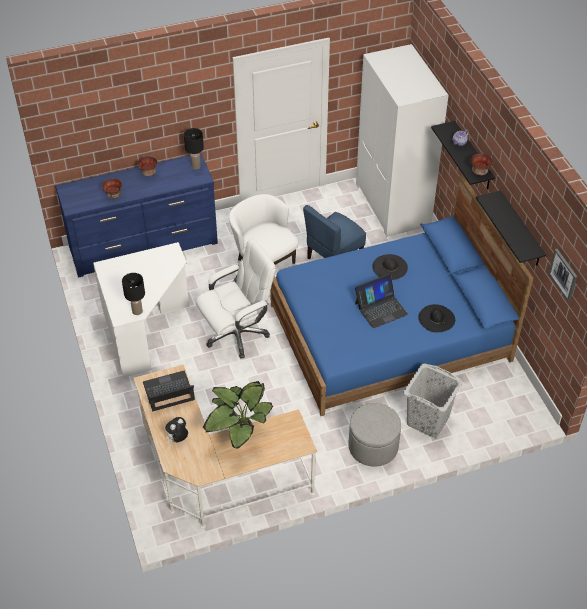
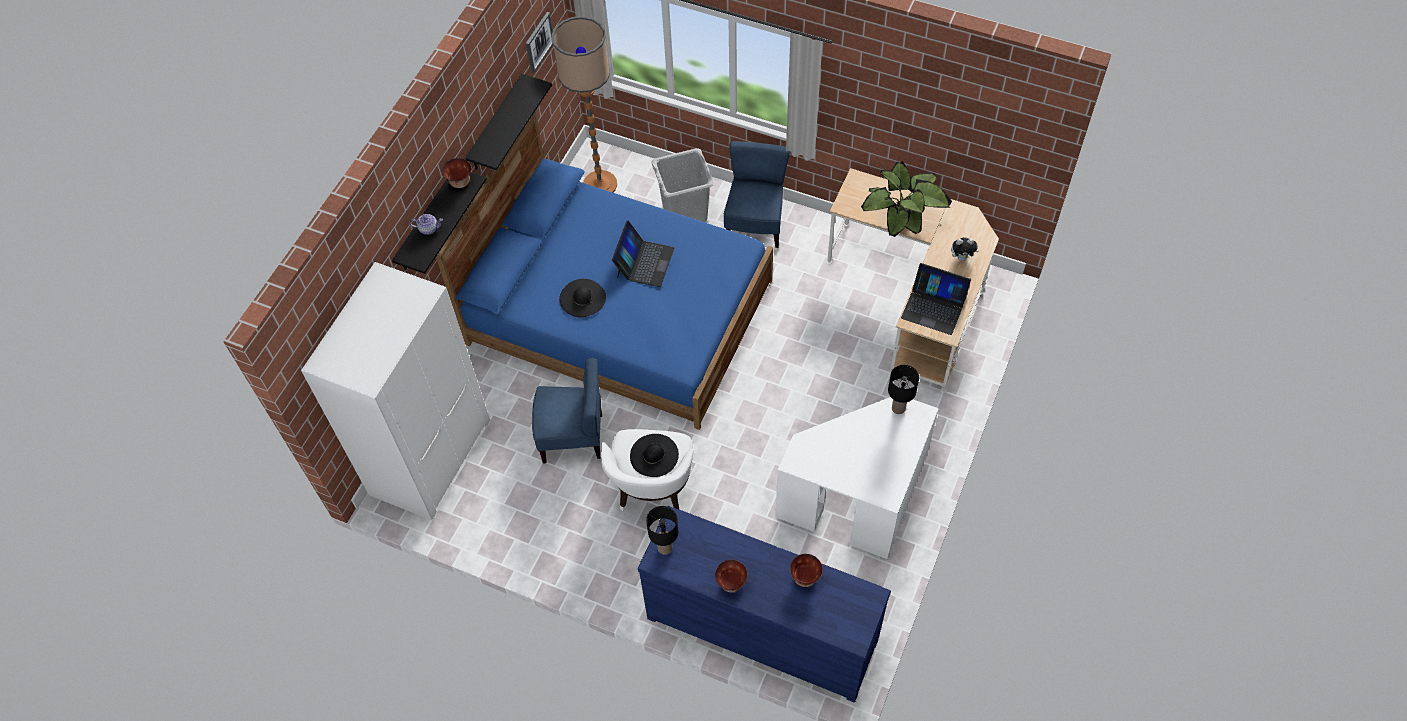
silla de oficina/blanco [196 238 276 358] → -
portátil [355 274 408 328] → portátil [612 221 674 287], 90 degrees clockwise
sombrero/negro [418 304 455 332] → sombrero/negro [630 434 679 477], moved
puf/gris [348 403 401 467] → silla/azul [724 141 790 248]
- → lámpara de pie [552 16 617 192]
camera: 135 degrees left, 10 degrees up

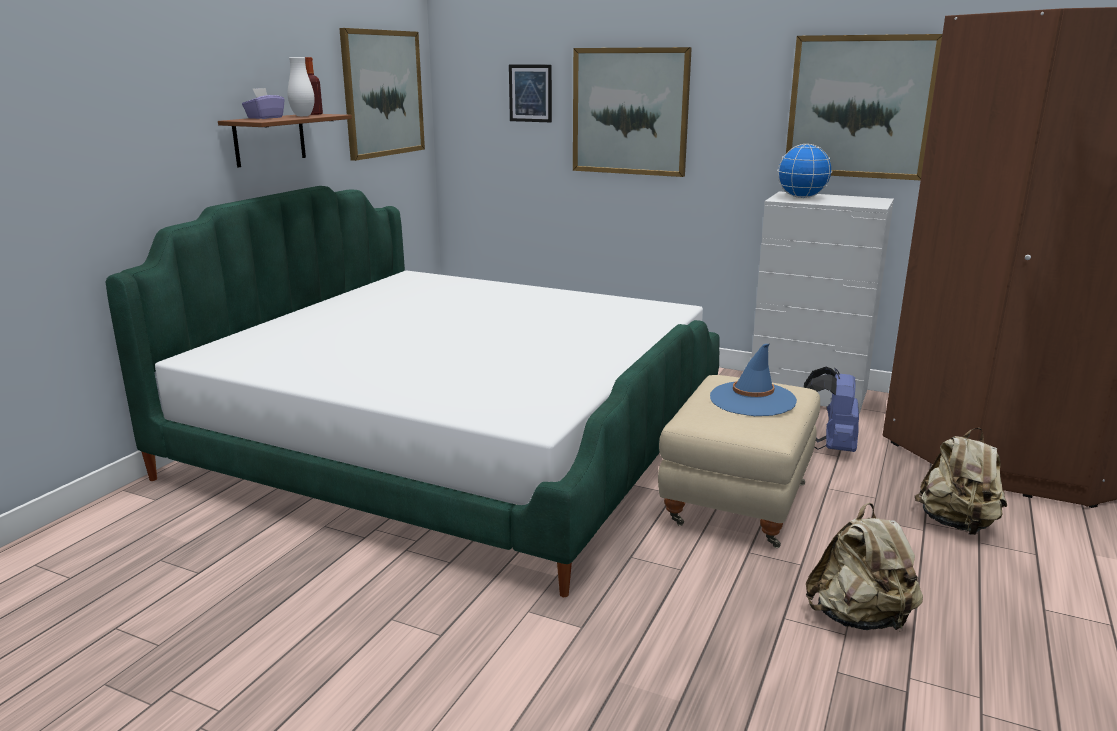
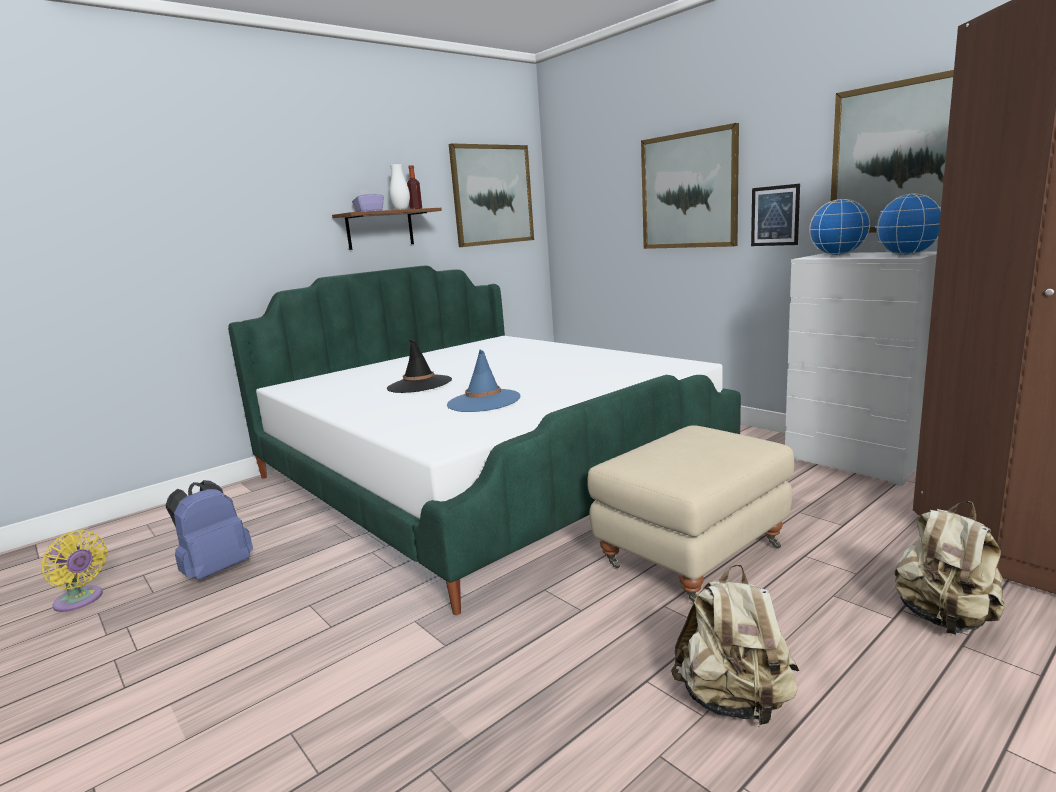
cuadro [509 65 552 122] → cuadro [751 184 800 246], moved
sombrero/azul [710 344 797 416] → sombrero/azul [447 350 520 412], moved
mochila/azul [804 367 859 452] → mochila/azul [166 480 253 580], moved
- → globo terráqueo [875 193 941 256]
- → sombrero/negro [387 339 452 393]
- → ventilador/amarillo [41 530 107 612]
camera: 25 degrees right, 5 degrees down

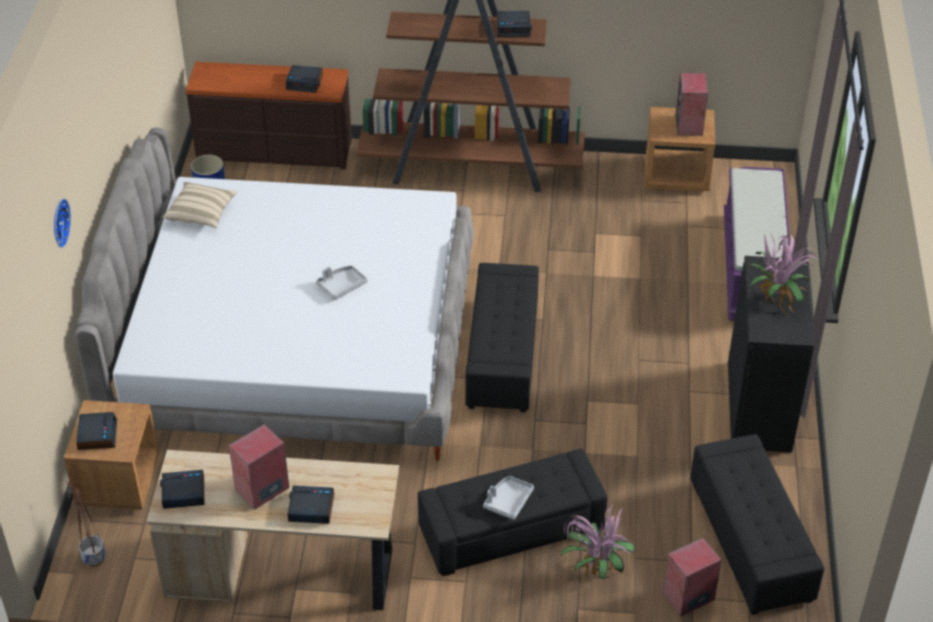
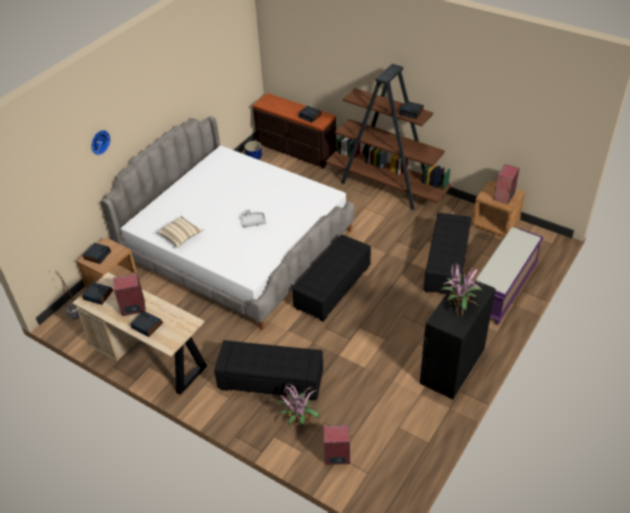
cojín/beis [163 182 238 228] → cojín/beis [156 216 204 248], moved
puf/negro [690 434 824 615] → puf/negro [424 213 471 294], moved
bandeja/gris [483 476 534 520] → -
camera: 30 degrees right, 0 degrees up

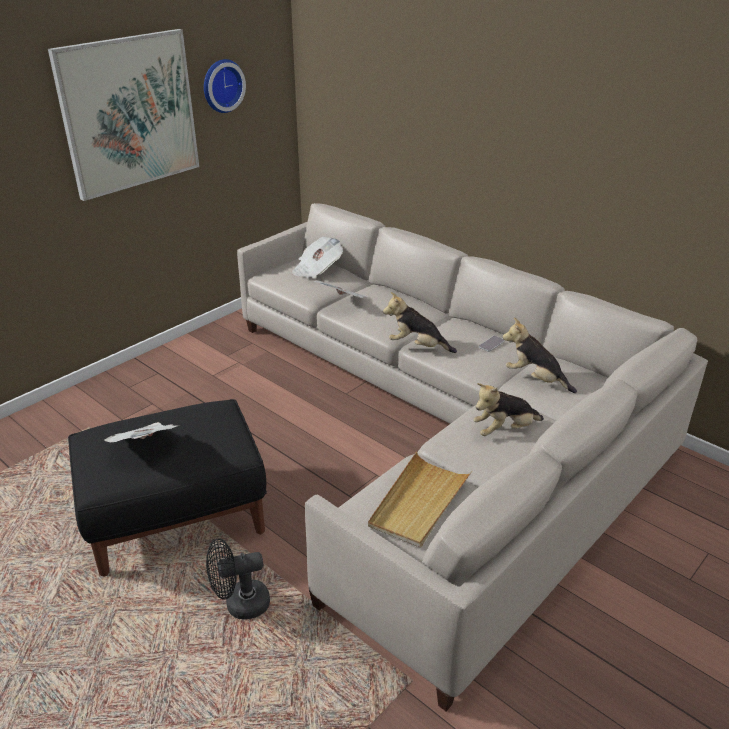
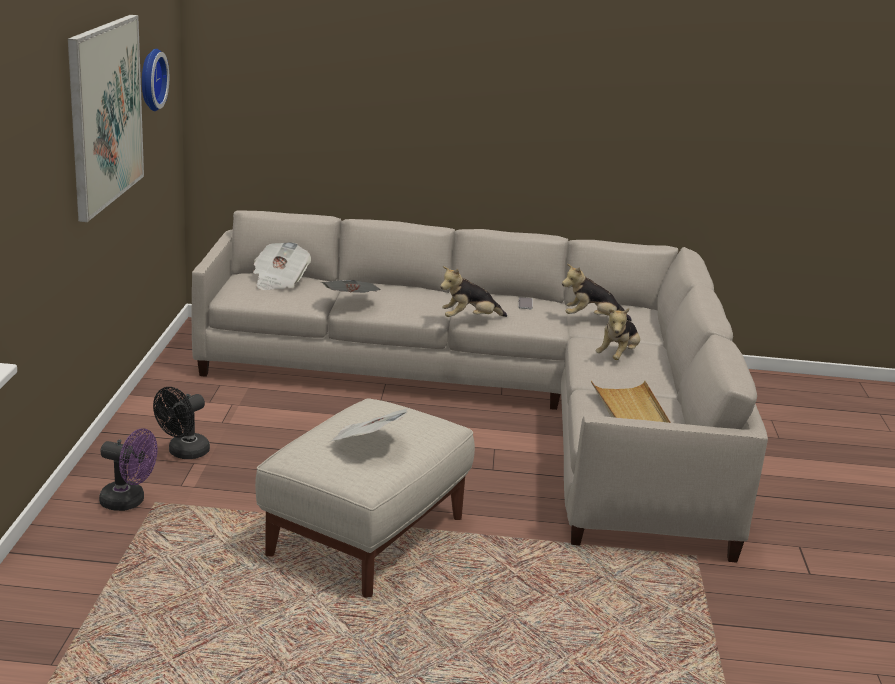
puf/negro [68 399 267 577] → puf/beis [255 398 475 598]
ventilador/negro [206 539 270 619] → ventilador/negro [153 387 210 459], moved
- → ventilador/morado [99 428 158 511]
camera: 40 degrees left, 10 degrees down

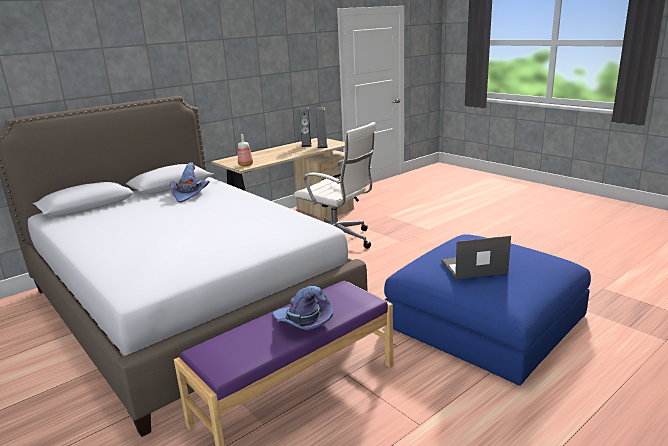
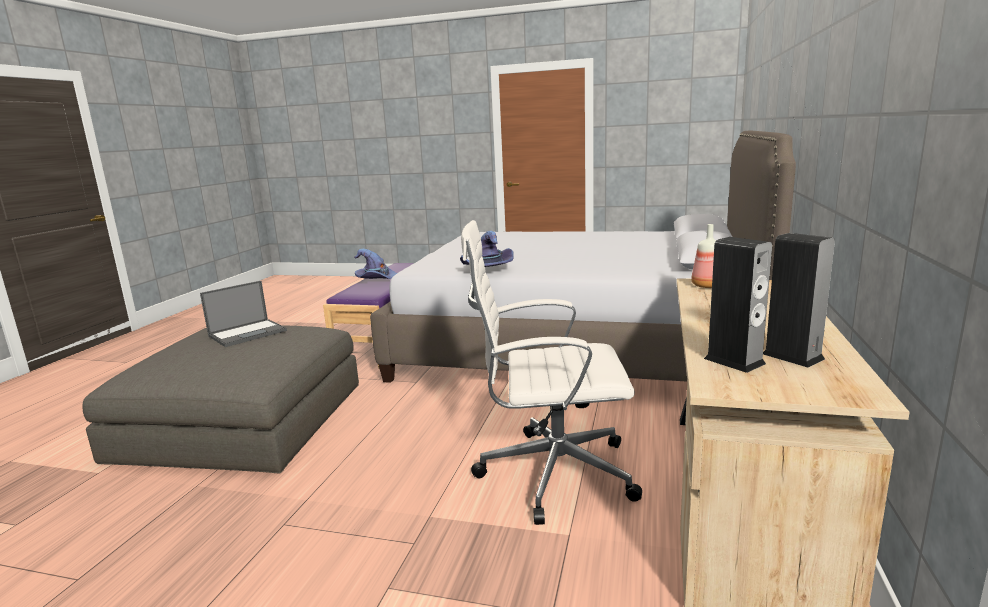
sombrero/morado [170 162 210 203] → sombrero/morado [460 231 514 267], moved
puf/azul [384 234 591 386] → puf/gris [83 325 359 474]
camera: 145 degrees right, 5 degrees down

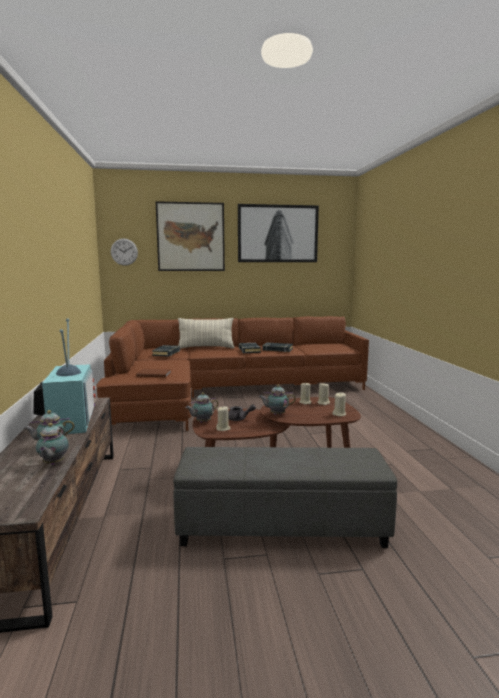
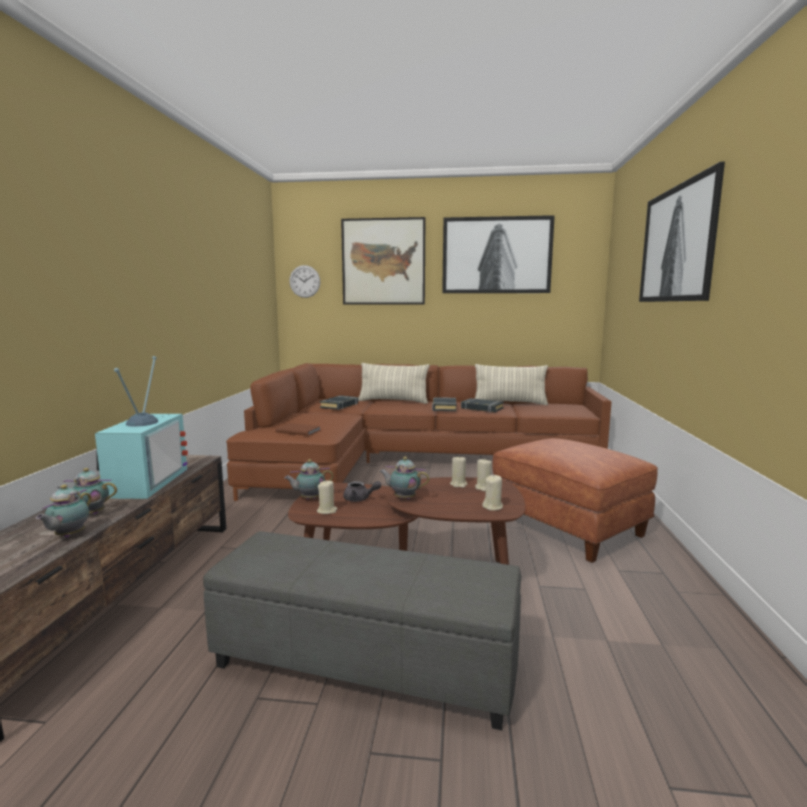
- → cuadro [639 162 725 302]
- → cojín [474 364 548 405]
- → puf/marrón [492 438 658 563]
camera: 15 degrees right, 0 degrees up

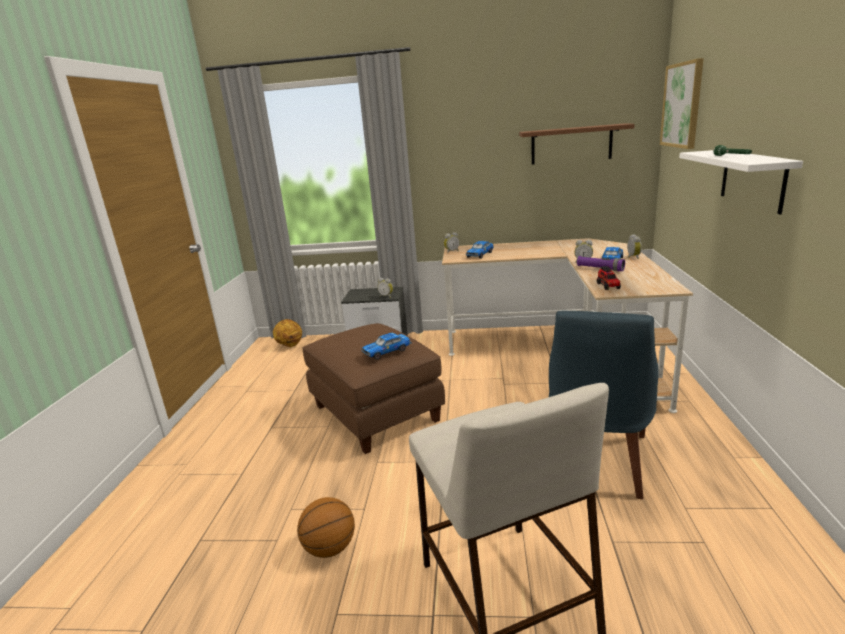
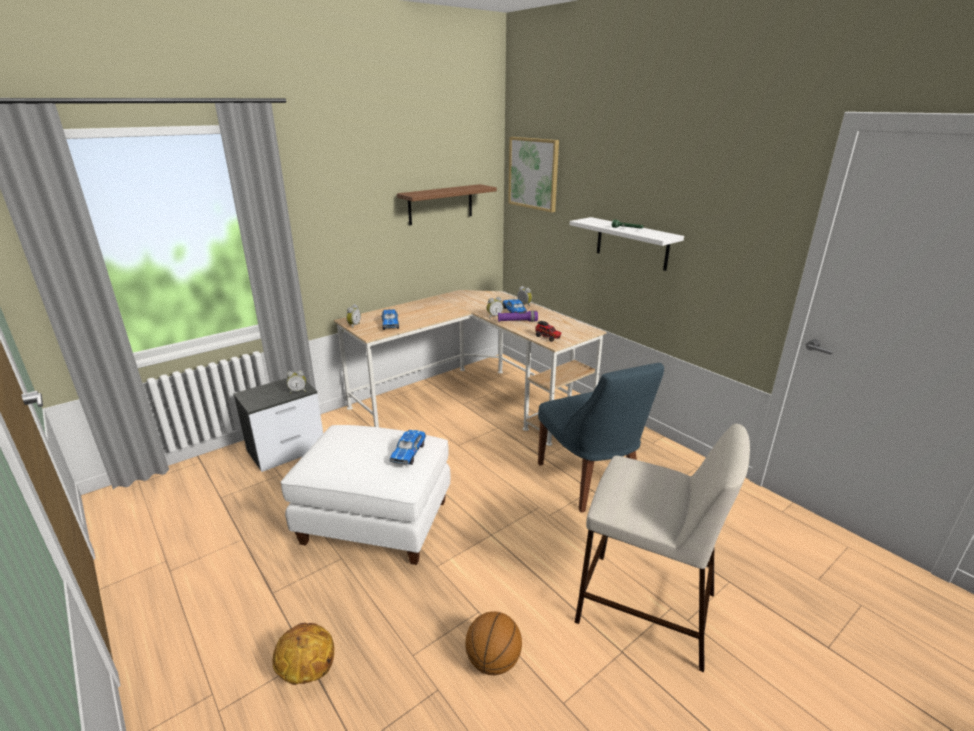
balón de baloncesto [273 319 302 347] → balón de baloncesto [272 623 334 685], moved
puf/marrón [302 323 445 454] → puf/blanco [281 425 450 565]
camera: 45 degrees left, 5 degrees up

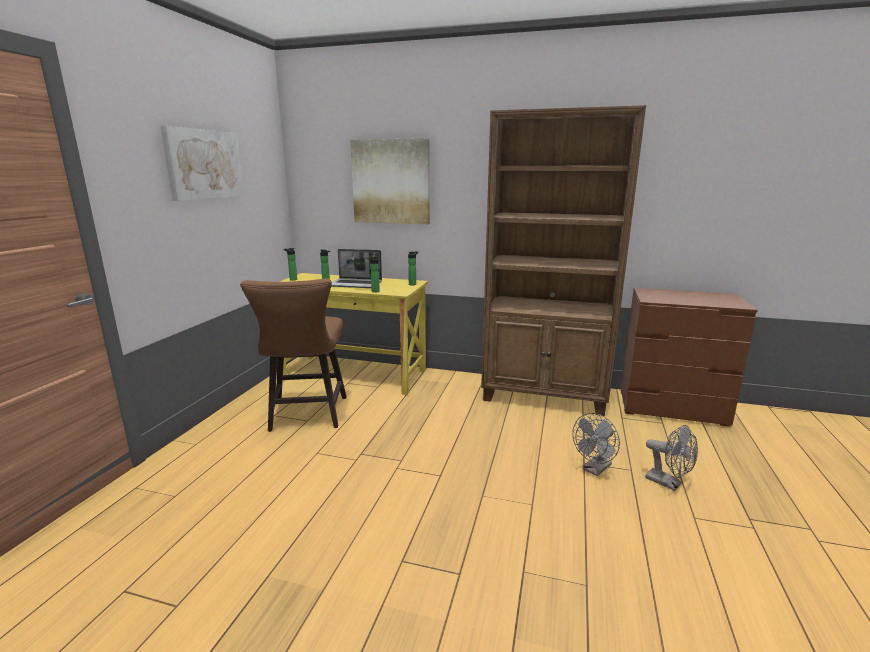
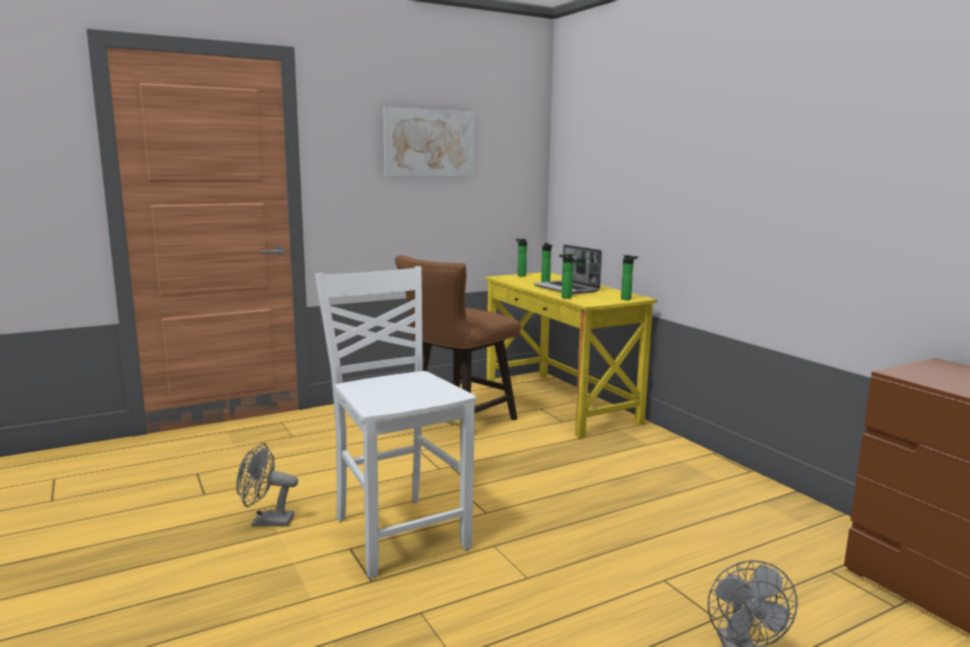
estantería/marrón [481 105 646 416] → -
cuadro [350 138 430 224] → -
ventilador/gris [572 413 620 476] → ventilador/gris [236 443 298 526], moved
- → silla/blanco [315 266 476 579]
camera: 45 degrees right, 5 degrees down

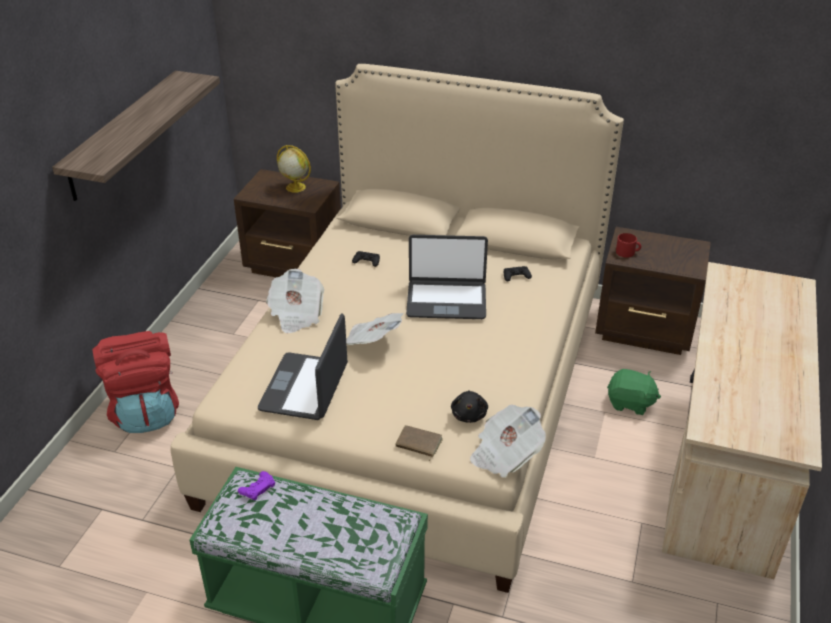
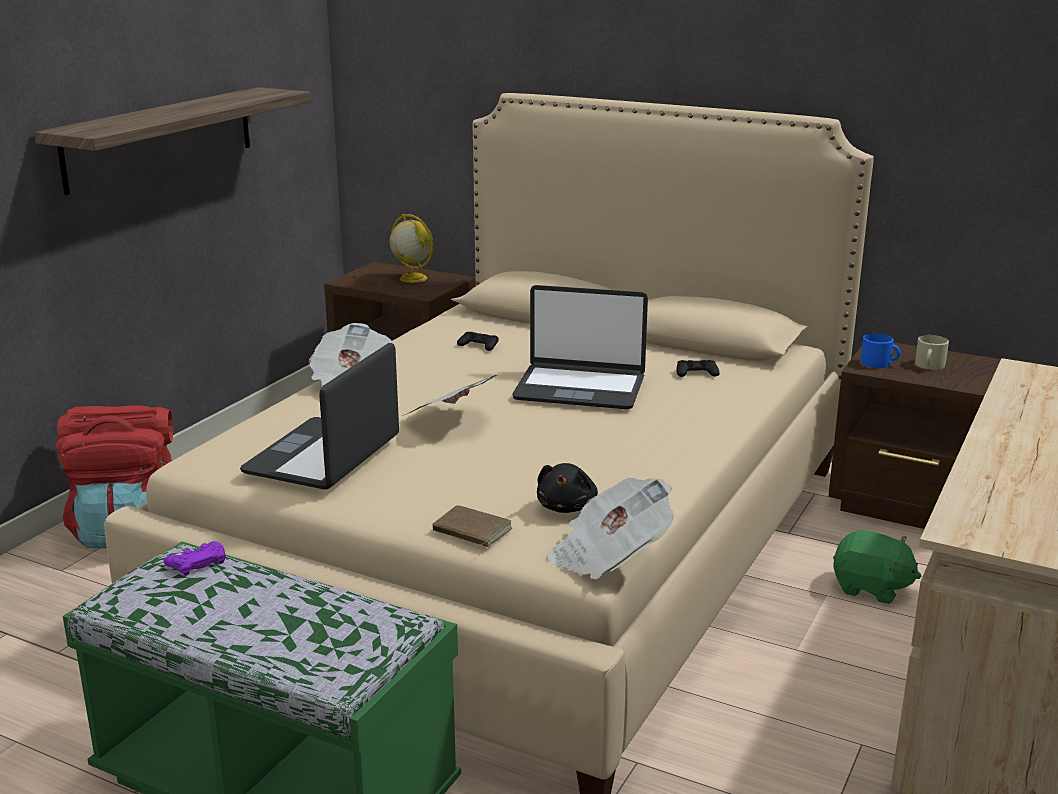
taza grande/rojo [616 233 641 258] → taza grande/azul [861 333 901 368]
- → taza grande/beis [915 335 949 370]
camera: 10 degrees right, 15 degrees down

